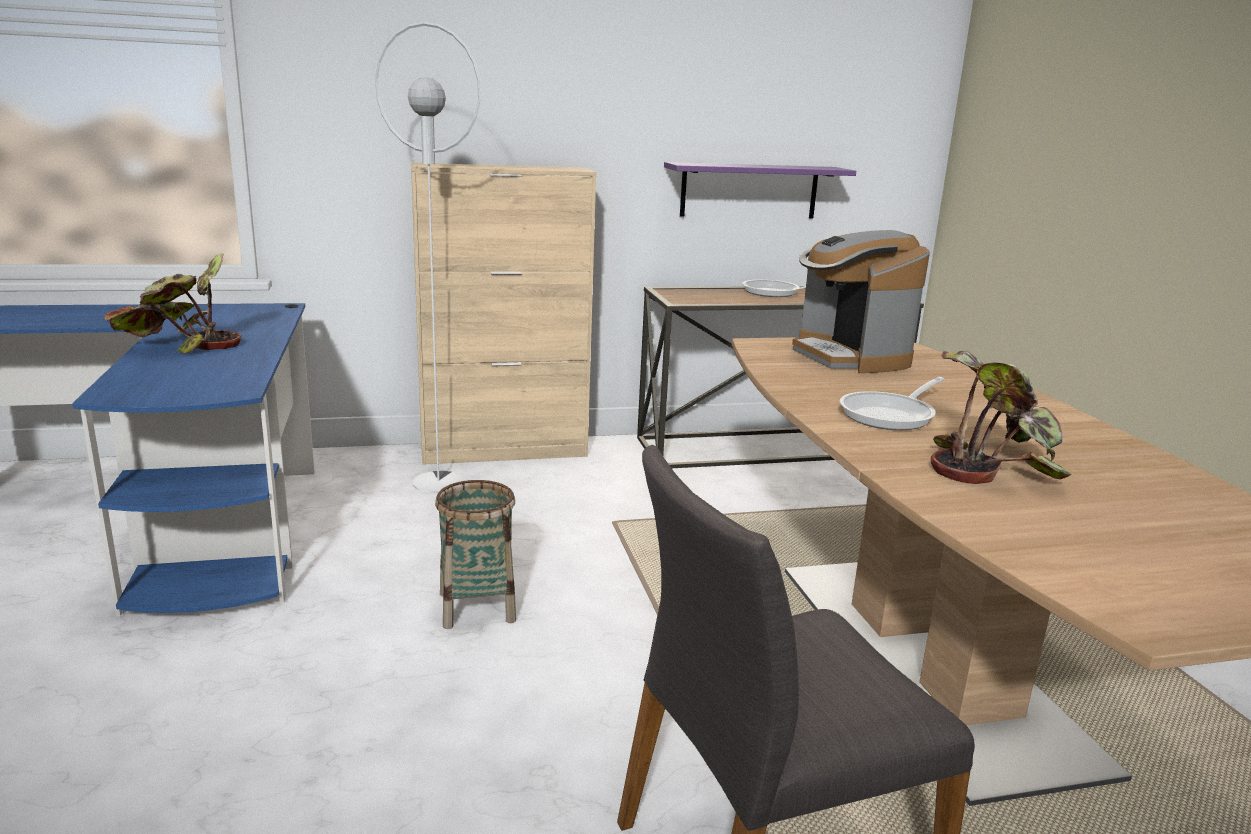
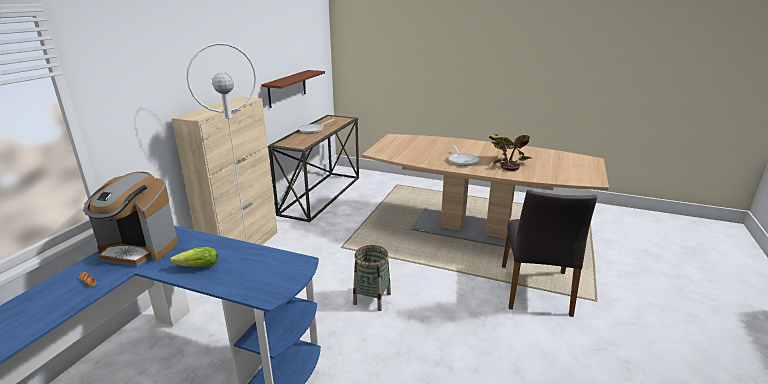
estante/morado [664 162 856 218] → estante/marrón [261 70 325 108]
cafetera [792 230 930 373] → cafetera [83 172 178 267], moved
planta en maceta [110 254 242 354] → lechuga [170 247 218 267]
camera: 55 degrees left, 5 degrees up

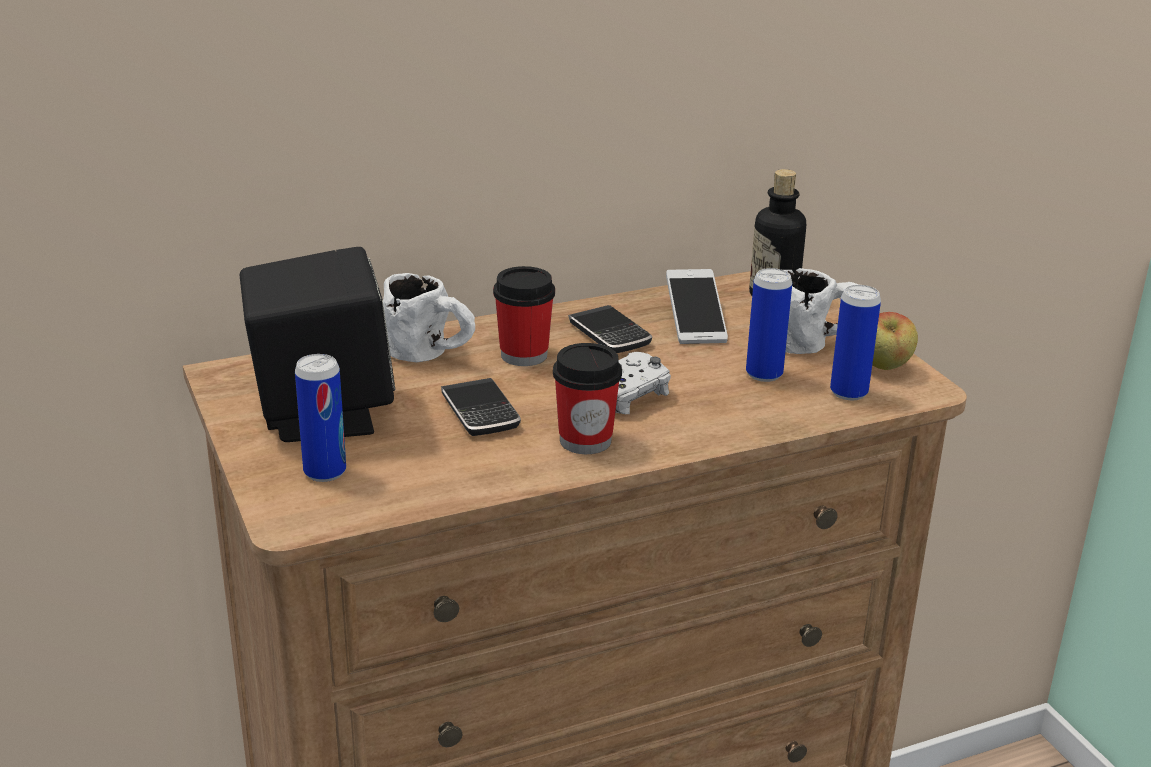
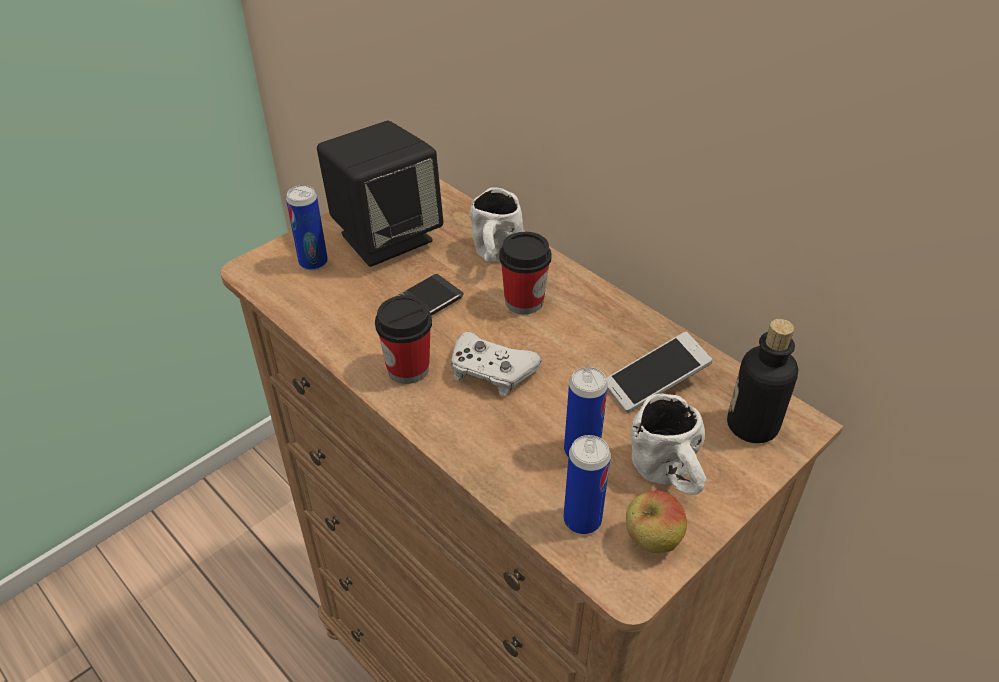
móvil [568 305 652 353] → -
camera: 70 degrees right, 15 degrees up

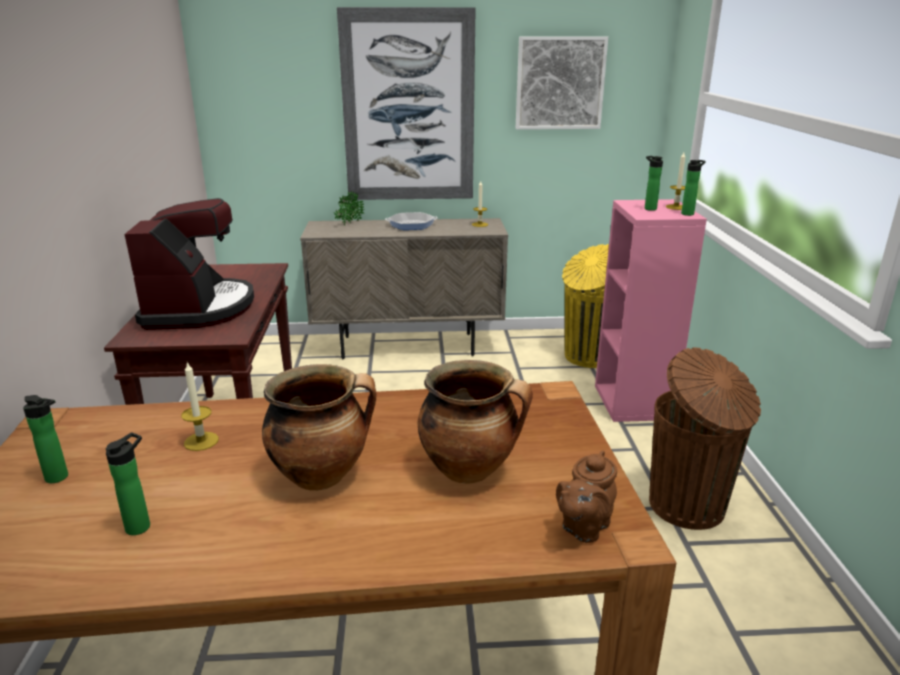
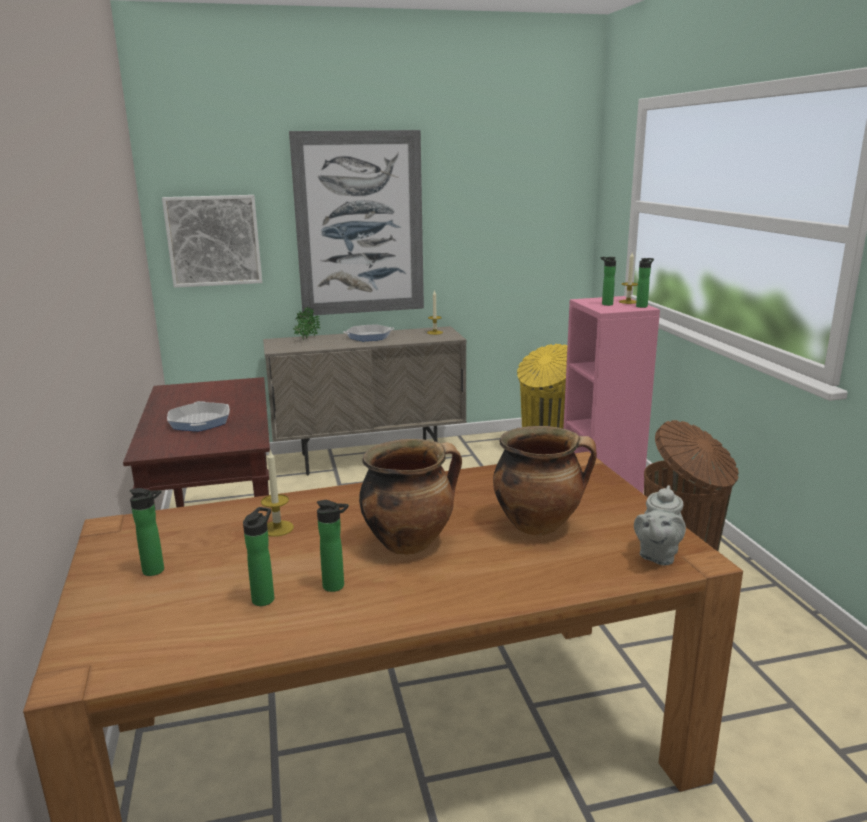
cuadro [516 36 608 130] → cuadro [162 195 262 288], moved
cafetera [124 198 254 330] → sartén [167 401 230 431]
tetera/marrón [556 450 617 543] → tetera/gris [634 485 686 566]
- → botella [317 500 349 592]
camera: 10 degrees left, 5 degrees down

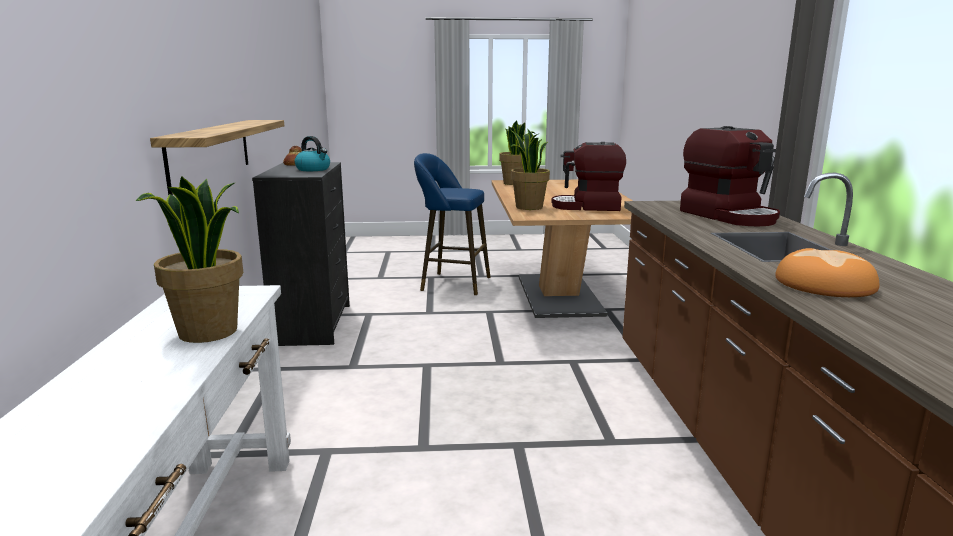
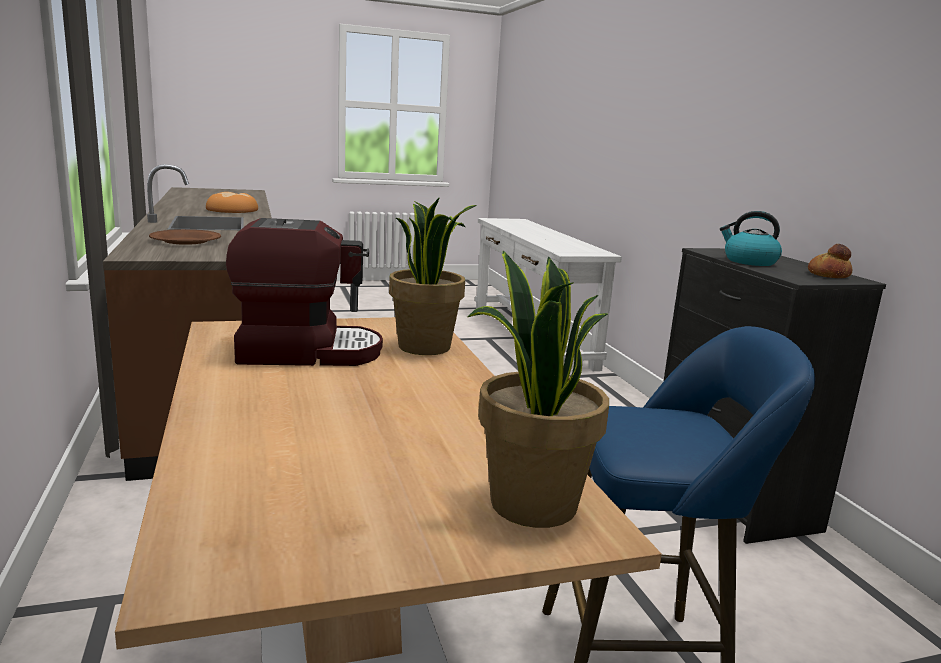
estante [150 120 284 195] → -
cafetera [680 126 780 226] → plato/marrón [149 229 221 245]
planta en maceta [136 176 243 343] → -
camera: 165 degrees right, 0 degrees up

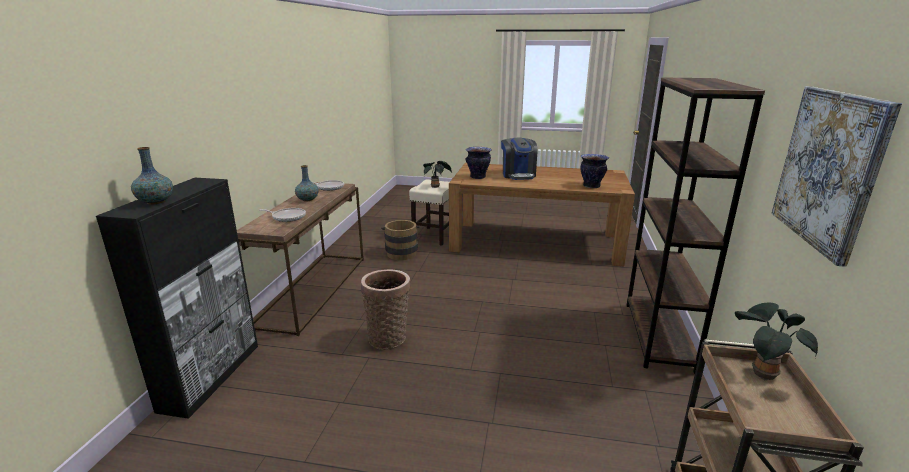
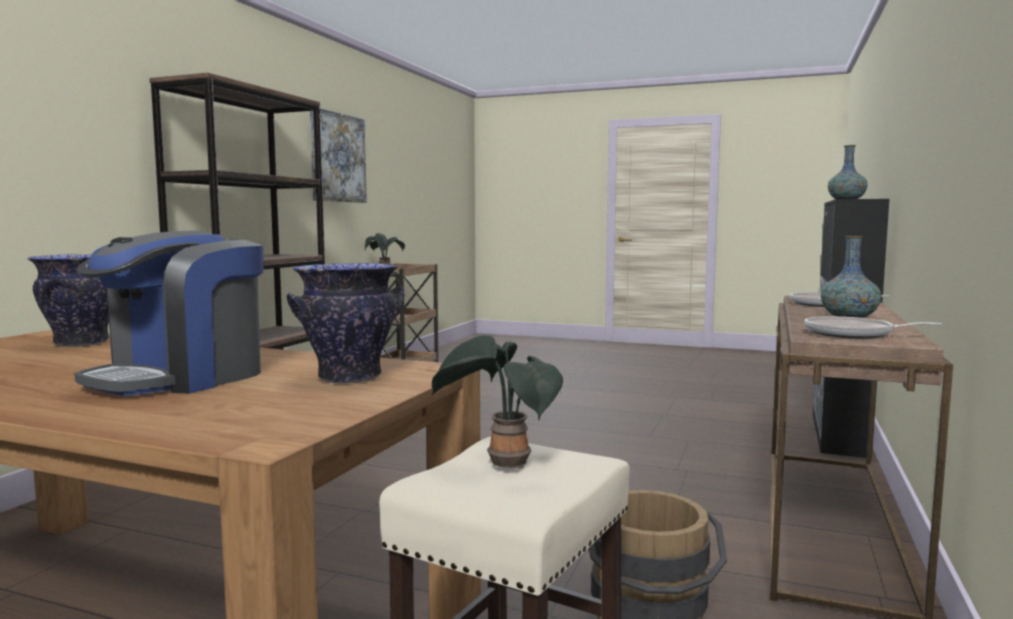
cafetera [501 137 538 180] → cafetera [74 231 264 396], 150 degrees counterclockwise
cesta [361 270 410 350] → -
camera: 170 degrees left, 15 degrees down

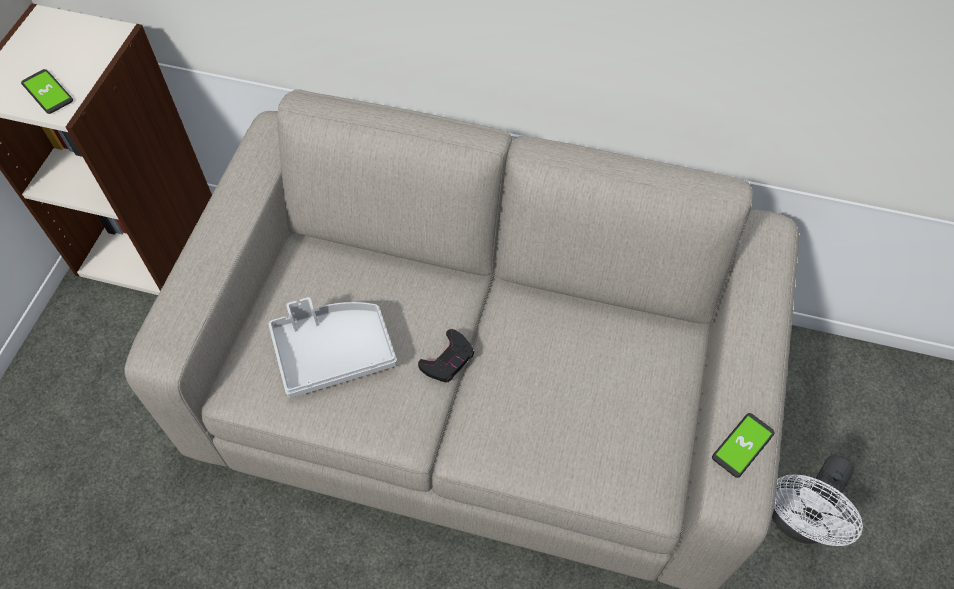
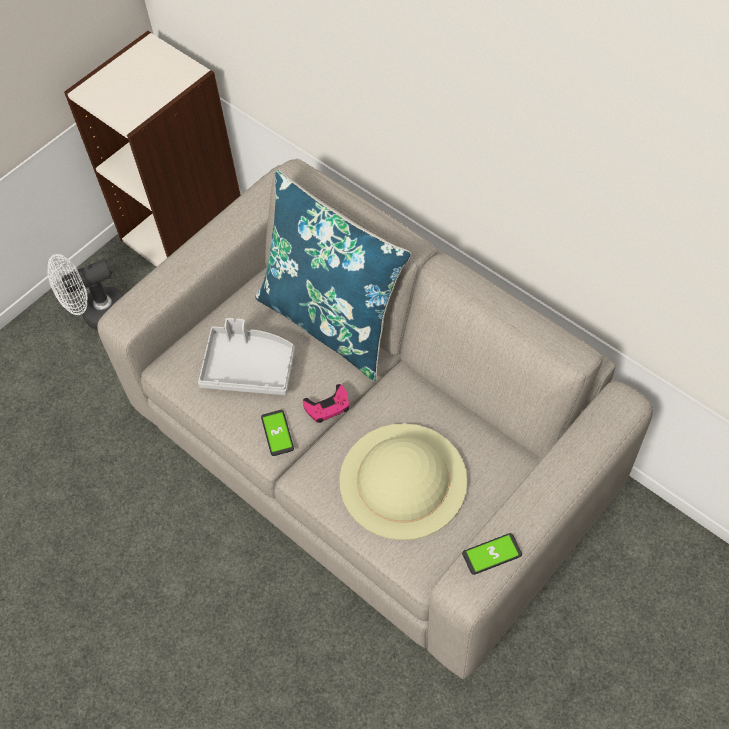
móvil [21 69 73 114] → móvil [261 410 294 456], moved
mando de consola/negro [418 329 474 382] → mando de consola/rosa [303 384 349 423]
ventilador/blanco [772 455 863 546] → ventilador/blanco [48 254 124 330], moved
- → cojín/azul [255 170 411 381]
- → sombrero/beis [339 423 467 540]
camera: 30 degrees right, 0 degrees up

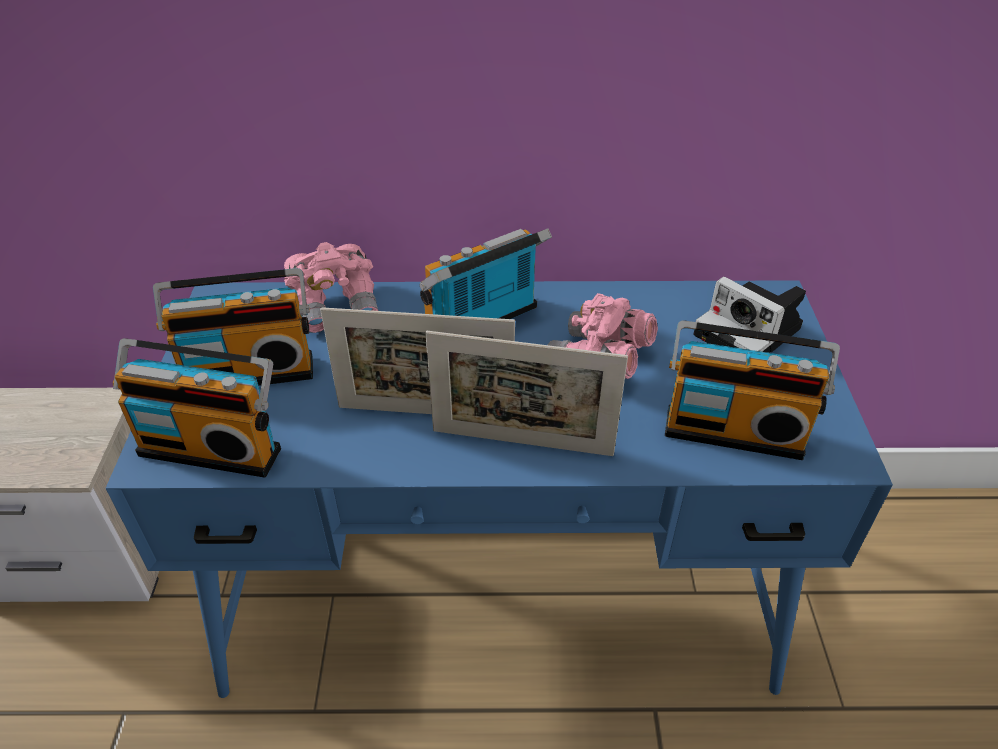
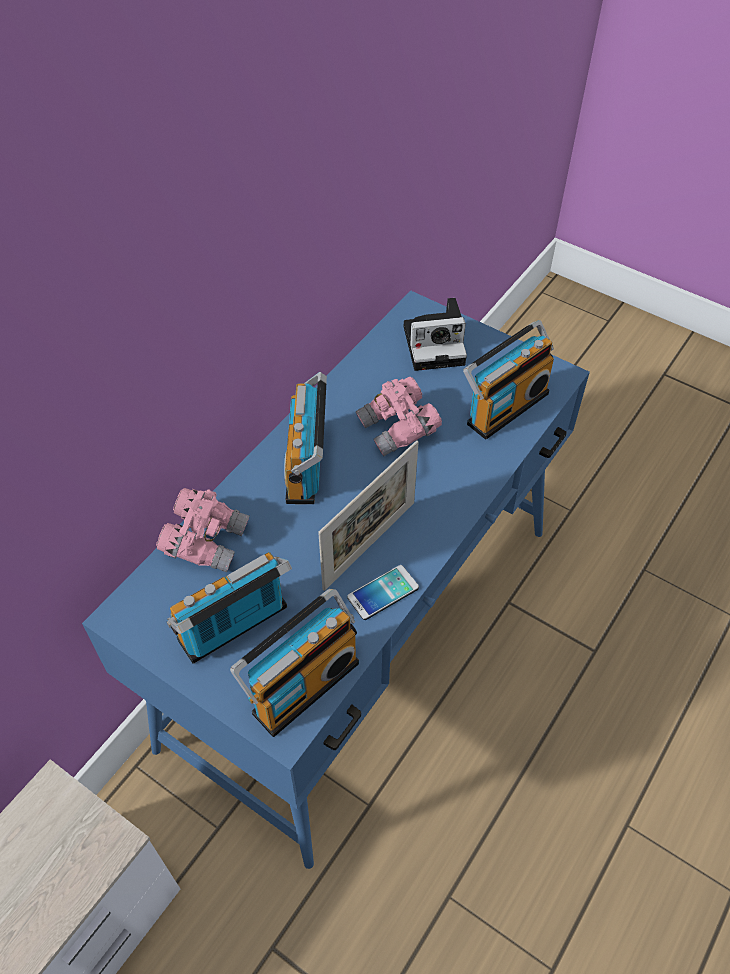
radio [153 268 313 386] → radio [167 552 292 664], 150 degrees counterclockwise
portarretratos [425 331 628 456] → -
- → móvil [347 565 419 620]
camera: 55 degrees left, 10 degrees up

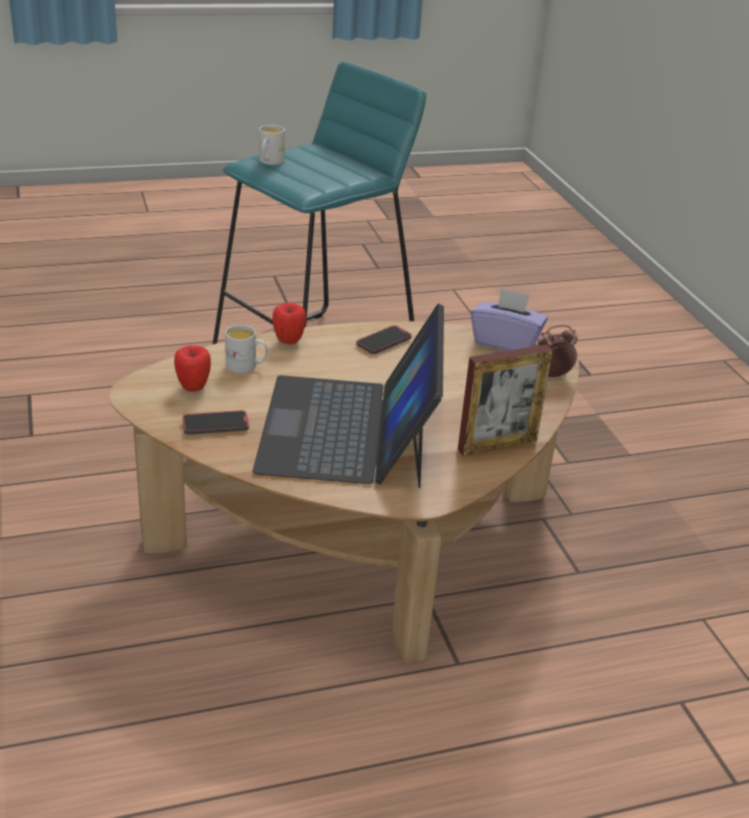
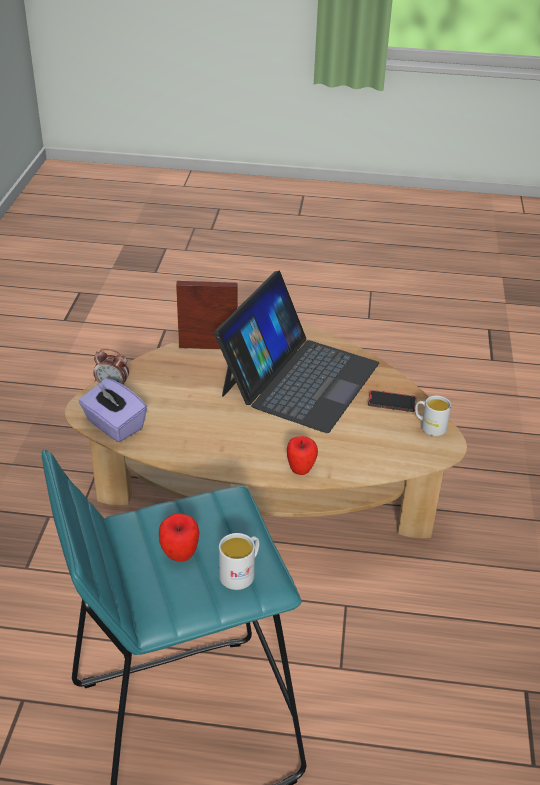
taza grande/blanco [225 325 268 373] → taza grande/blanco [415 396 451 436], moved
móvil [356 325 412 354] → -
manzana [174 346 211 392] → manzana [159 513 199 562], moved
camera: 155 degrees left, 5 degrees up

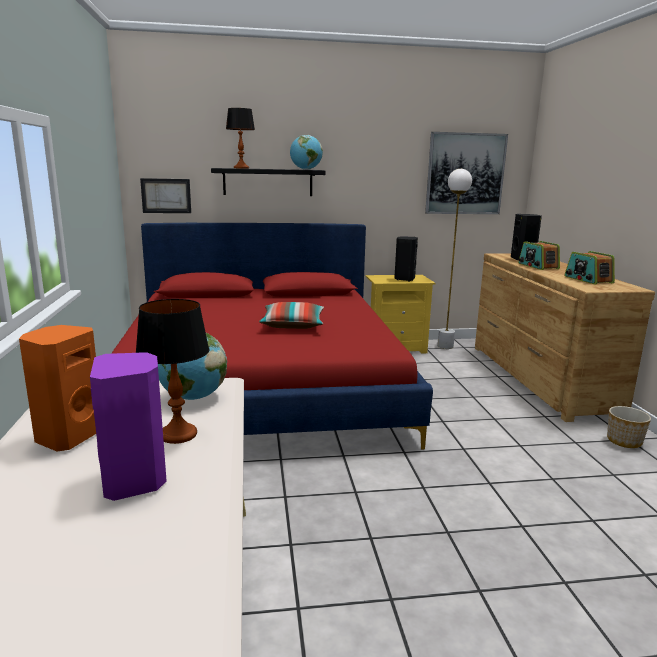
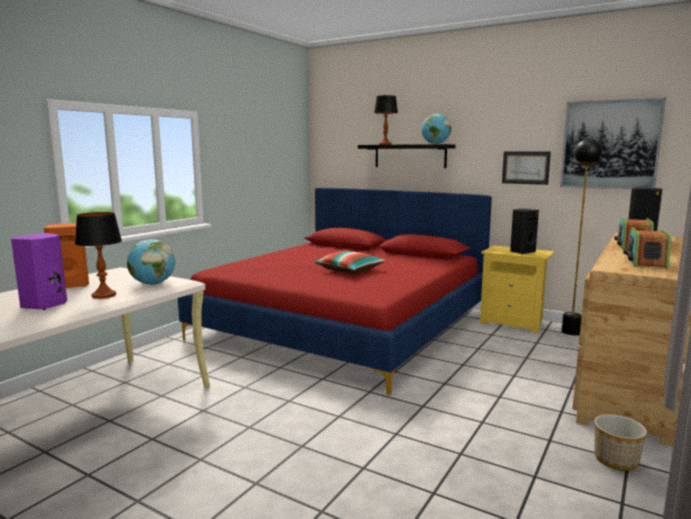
lámpara de pie/blanco [437 169 472 349] → lámpara de pie/negro [562 139 603 335]
cuadro [140 178 191 213] → cuadro [502 152 551 185], moved
camera: 40 degrees right, 5 degrees down

